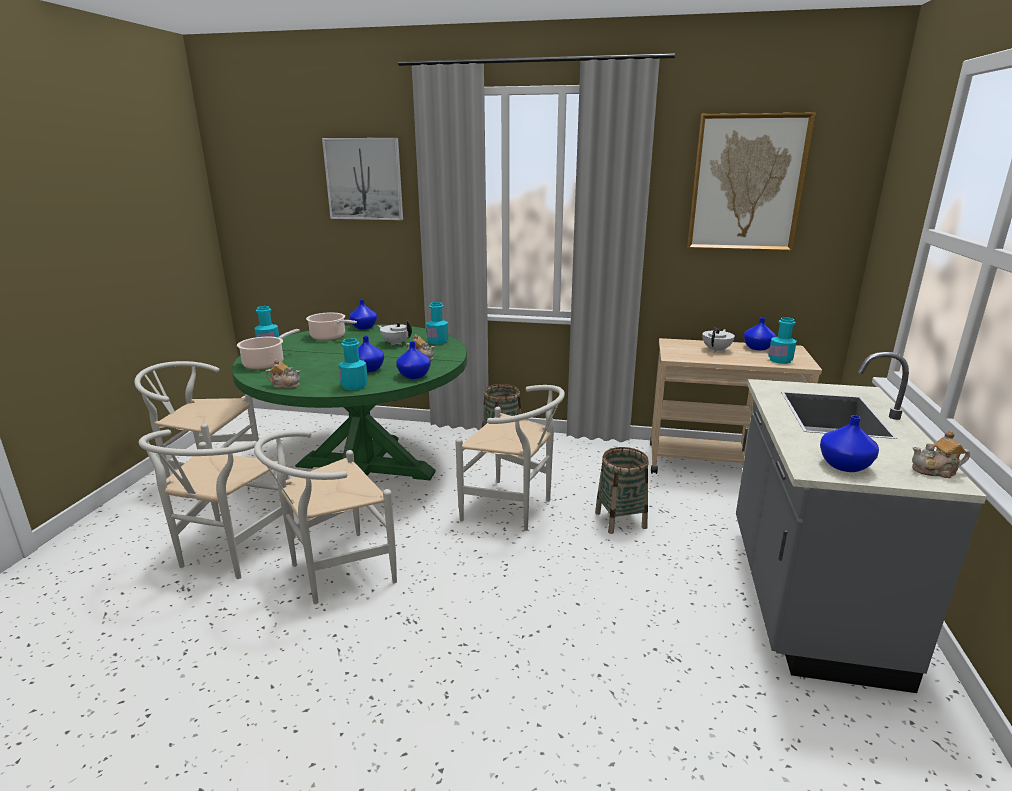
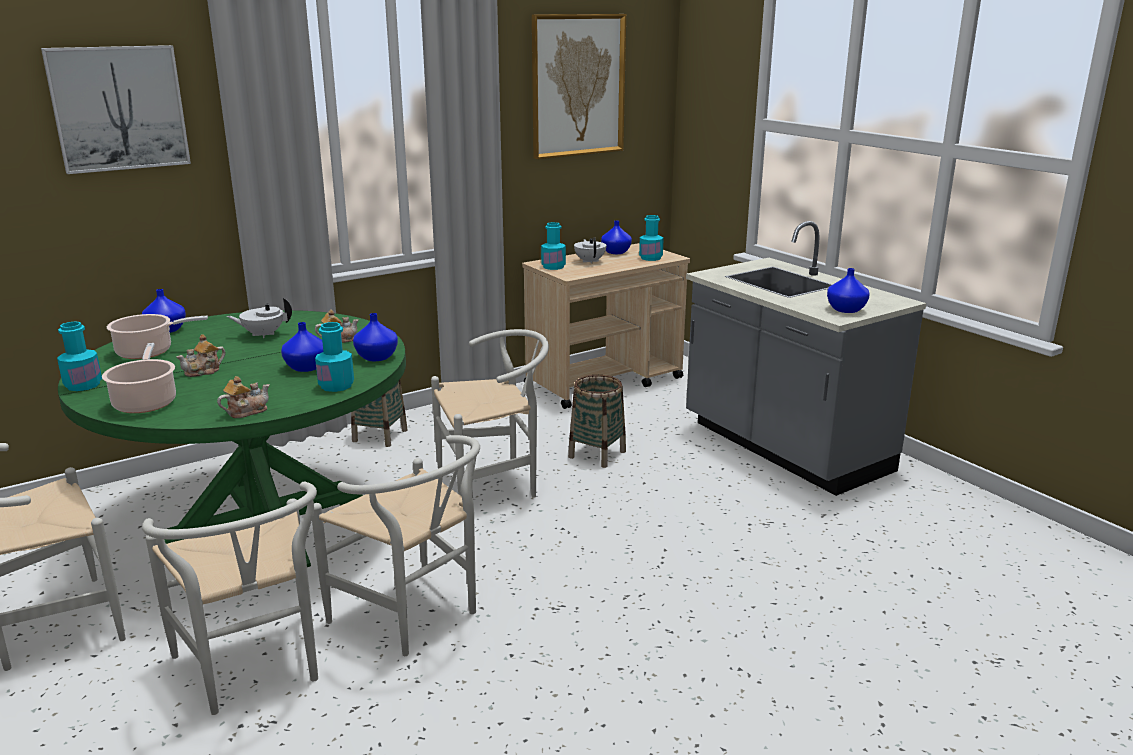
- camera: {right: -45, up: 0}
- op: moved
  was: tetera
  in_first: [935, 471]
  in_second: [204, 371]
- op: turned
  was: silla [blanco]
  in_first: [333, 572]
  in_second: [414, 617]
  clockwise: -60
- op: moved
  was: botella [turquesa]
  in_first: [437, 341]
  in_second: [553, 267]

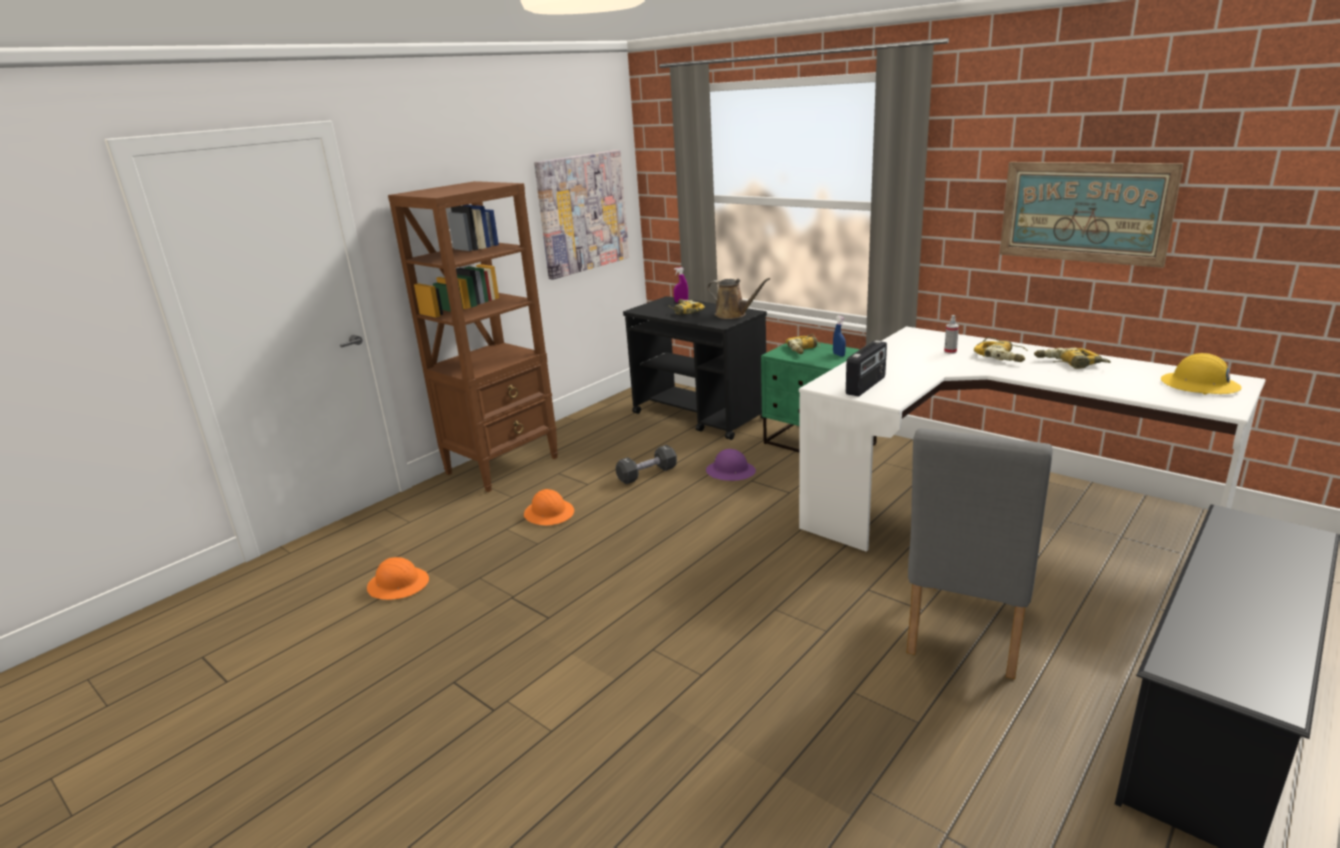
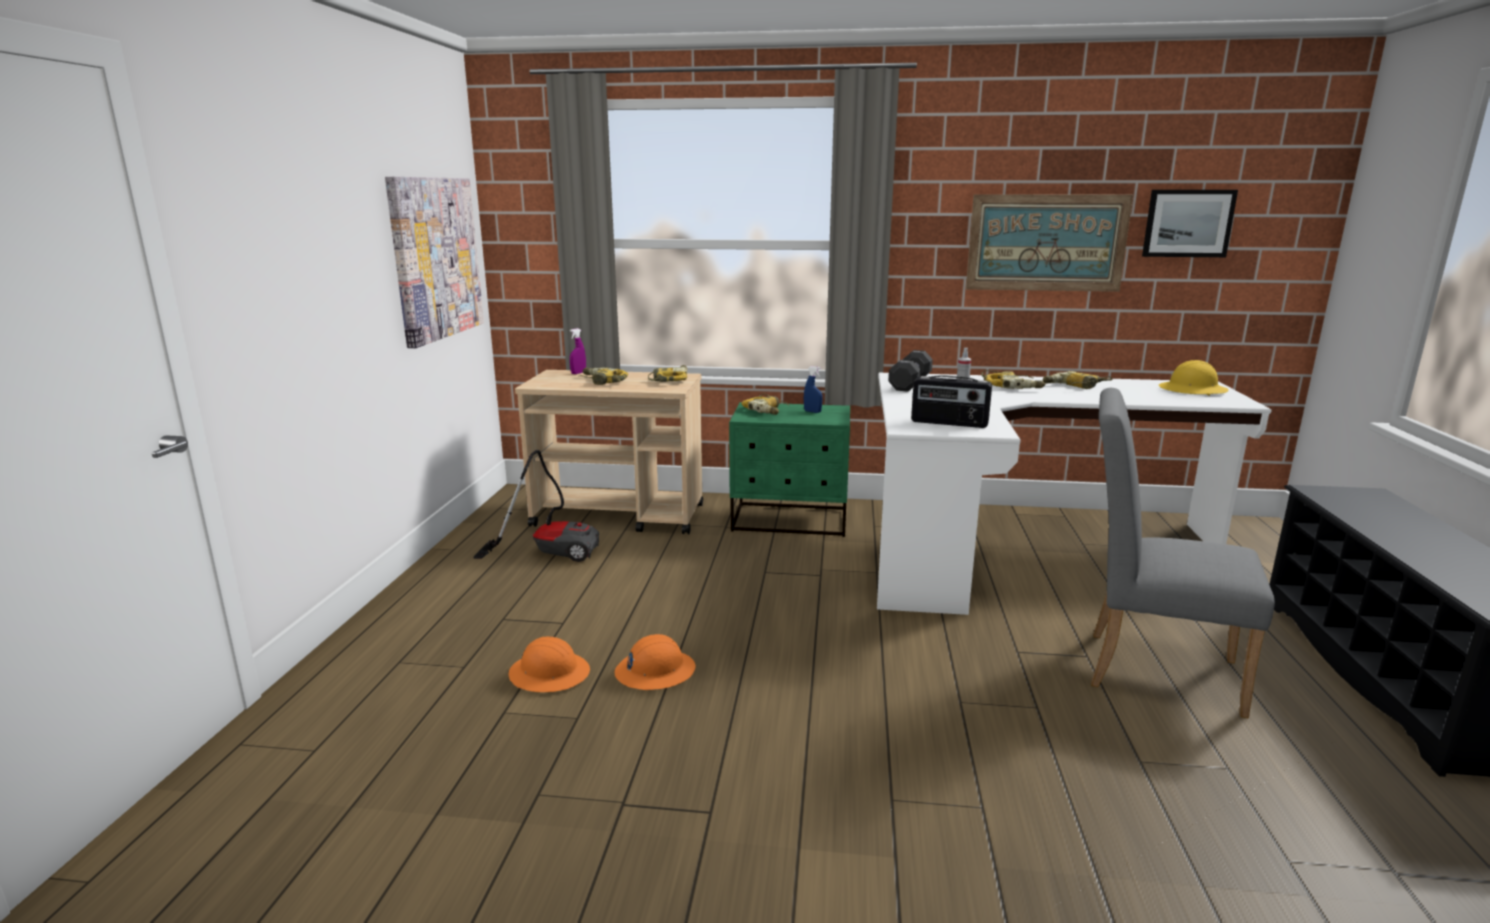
- camera: {right: -35, up: -5}
- op: added
  now: aspiradora
  in_second: [551, 551]
- op: recoloured
  was: carrito [negro]
  now: carrito [beis]
  in_first: [700, 416]
  in_second: [620, 516]
- op: moved
  was: casco [naranja]
  in_first: [398, 585]
  in_second: [655, 671]
- op: replaced
  was: regadera [marrón]
  now: taladro
  in_first: [733, 315]
  in_second: [669, 379]
- op: moved
  was: mancuerna [negro]
  in_first: [647, 474]
  in_second: [910, 383]
- op: turned
  was: radio
  in_first: [866, 386]
  in_second: [949, 423]
  clockwise: 105
- op: turned
  was: silla [gris]
  in_first: [964, 635]
  in_second: [1148, 668]
  clockwise: 120
- op: added
  now: cuadro
  in_second: [1188, 223]
- op: removed
  was: estantería [marrón]
  in_first: [503, 465]
- op: removed
  was: casco [morado]
  in_first: [730, 471]

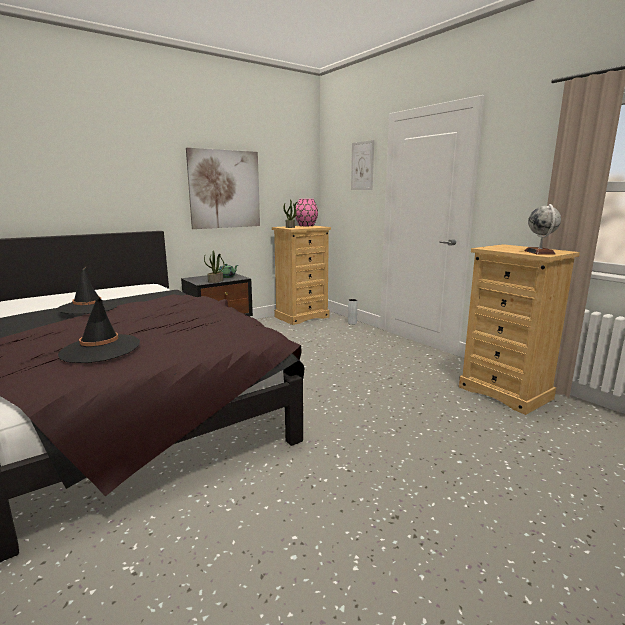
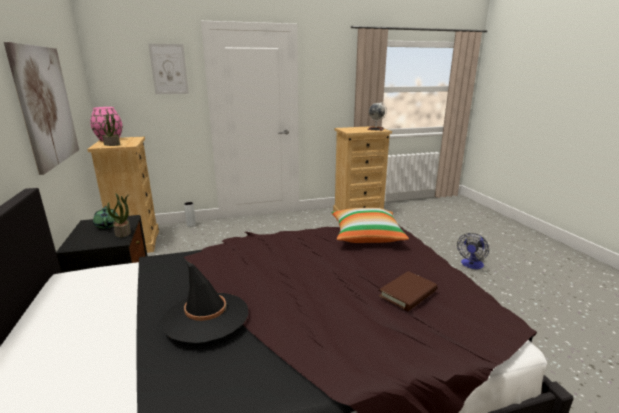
- camera: {right: -70, up: 5}
- op: added
  now: cojín
  in_second: [366, 236]
- op: replaced
  was: sombrero [negro]
  now: libro [marrón]
  in_first: [100, 349]
  in_second: [408, 293]
- op: added
  now: ventilador
  in_second: [471, 265]

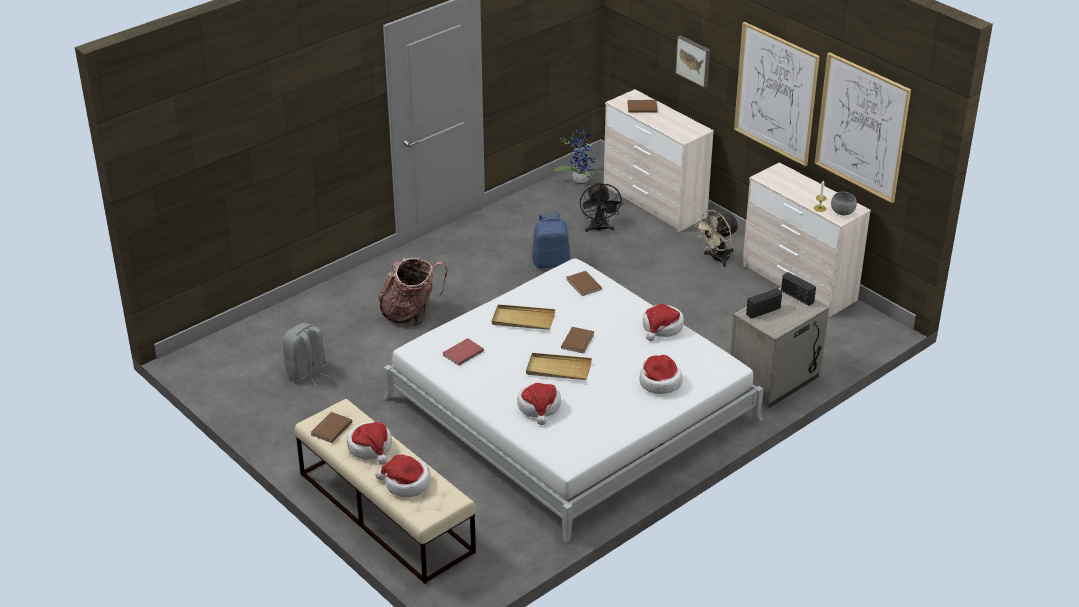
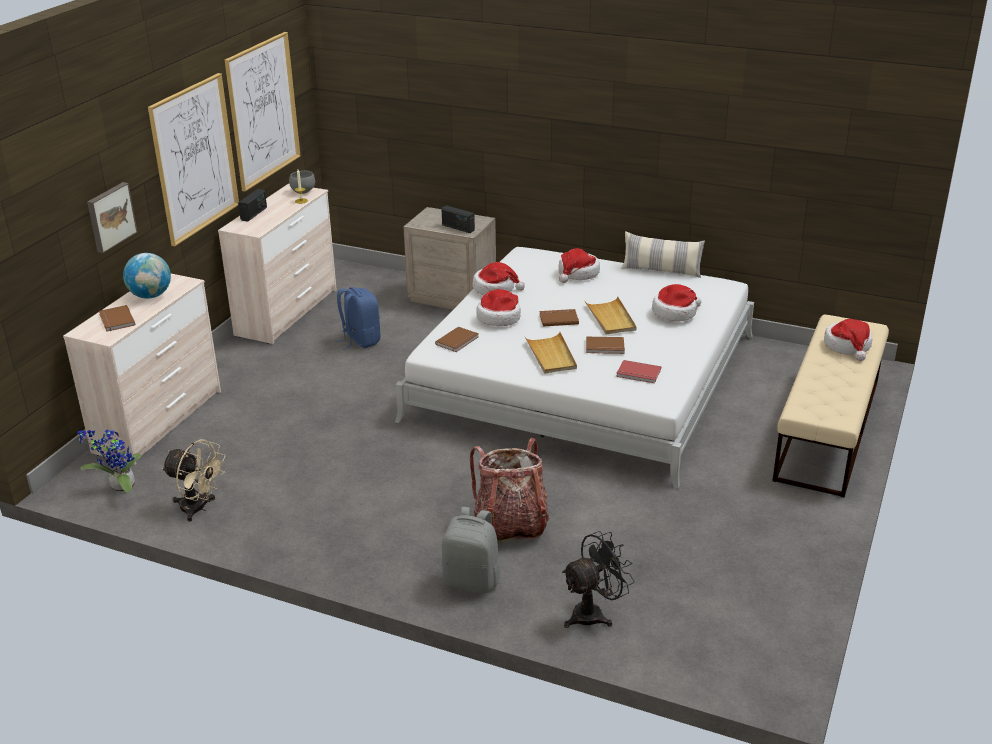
- camera: {right: -115, up: -5}
- op: added
  now: globo terráqueo
  in_second: [150, 296]
- op: moved
  was: ventilador [beis]
  in_first: [716, 259]
  in_second: [199, 509]
- op: moved
  was: radio
  in_first: [797, 296]
  in_second: [254, 214]
- op: moved
  was: mochila [azul]
  in_first: [551, 262]
  in_second: [360, 340]
- op: moved
  was: mochila [gris]
  in_first: [307, 373]
  in_second: [472, 580]
- op: moved
  was: sombrero
  in_first: [370, 447]
  in_second: [499, 317]
- op: moved
  was: ventilador [negro]
  in_first: [599, 229]
  in_second: [594, 613]
- op: moved
  was: libro [marrón]
  in_first: [330, 428]
  in_second: [605, 347]
- op: added
  now: cojín
  in_second: [661, 271]

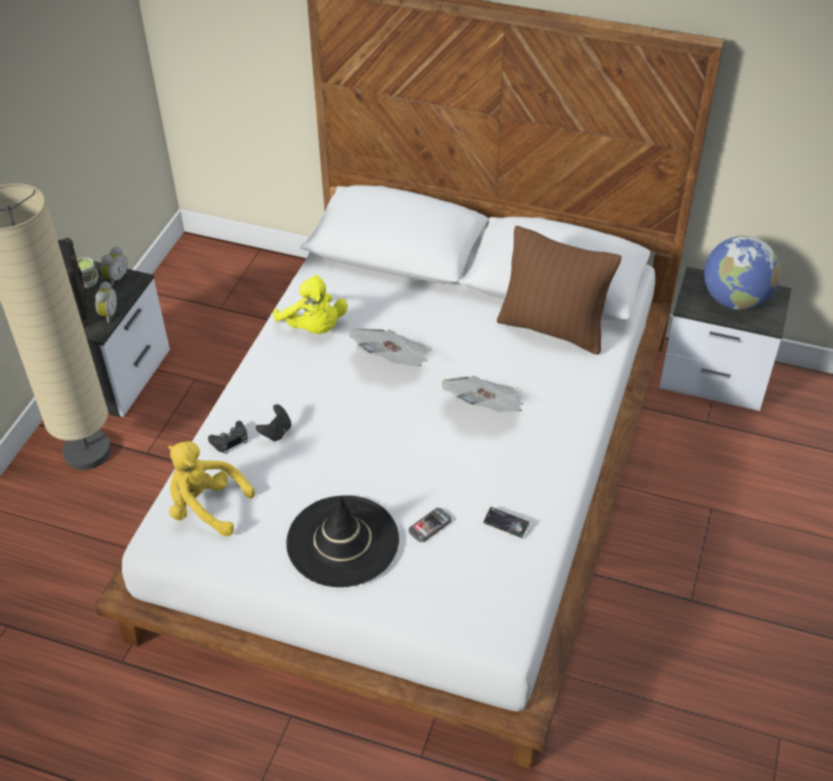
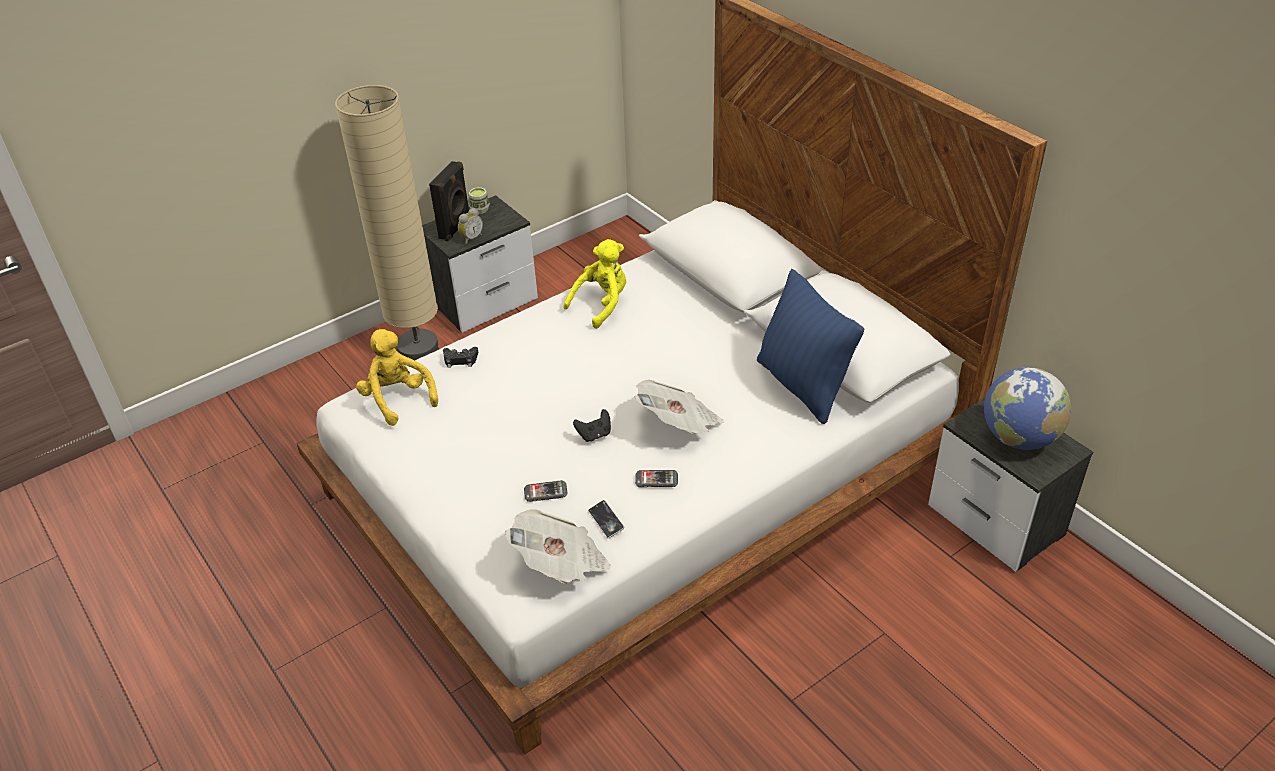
- camera: {right: 35, up: -5}
- op: moved
  was: periódico
  in_first: [394, 361]
  in_second: [561, 564]
- op: turned
  was: peluche [amarillo]
  in_first: [314, 328]
  in_second: [602, 304]
  clockwise: -135
- op: moved
  was: mando de consola [negro]
  in_first: [276, 432]
  in_second: [594, 435]
- op: added
  now: móvil
  in_second: [656, 480]
- op: recoloured
  was: cojín [marrón]
  now: cojín [azul]
  in_first: [552, 329]
  in_second: [802, 386]
- op: removed
  was: despertador
  in_first: [116, 278]
- op: removed
  was: sombrero [negro]
  in_first: [342, 541]

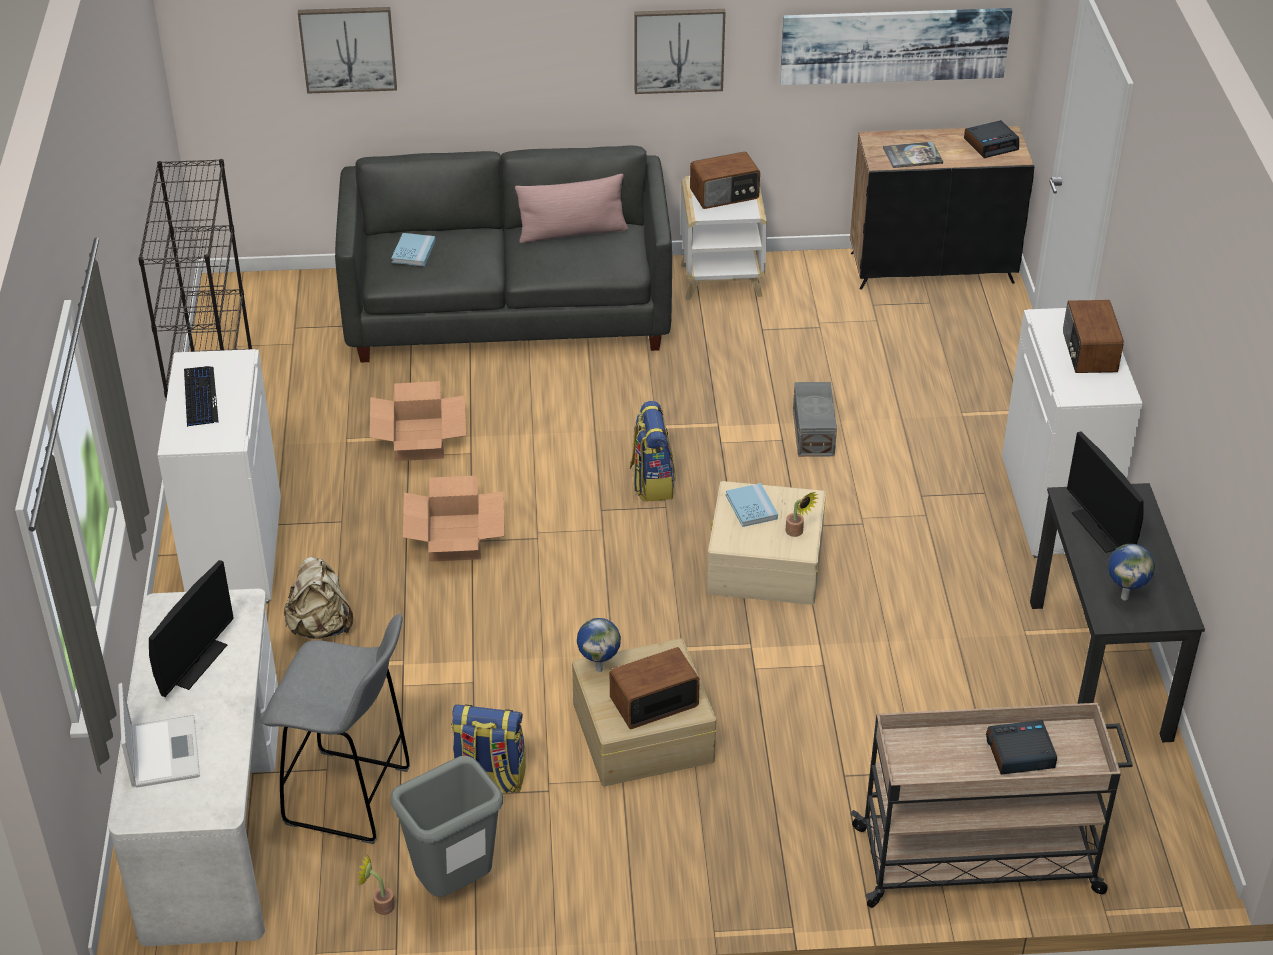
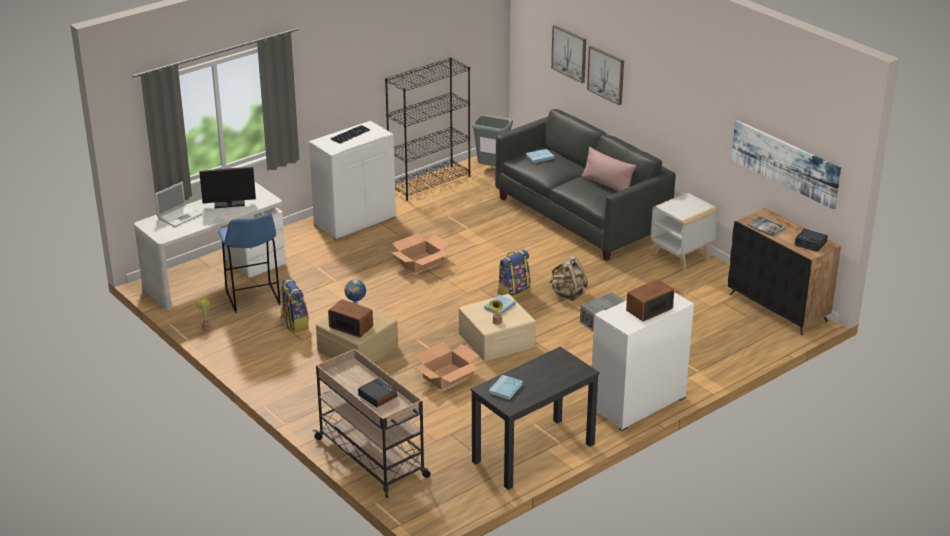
- camera: {right: 55, up: -10}
- op: recoloured
  was: taburete [gris]
  now: taburete [azul]
  in_first: [352, 797]
  in_second: [253, 299]
- op: moved
  was: caja de cartón
  in_first: [419, 439]
  in_second: [446, 376]
- op: moved
  was: papelera [gris]
  in_first: [454, 886]
  in_second: [491, 170]
- op: replaced
  was: globo terráqueo
  now: libro [azul]
  in_first: [1124, 597]
  in_second: [505, 389]
- op: moved
  was: mochila [beis]
  in_first: [320, 627]
  in_second: [567, 294]
- op: moved
  was: cuadro
  in_first: [679, 50]
  in_second: [606, 74]
- op: removed
  was: radio
  in_first: [725, 195]
- op: removed
  was: monitor
  in_first: [1100, 529]

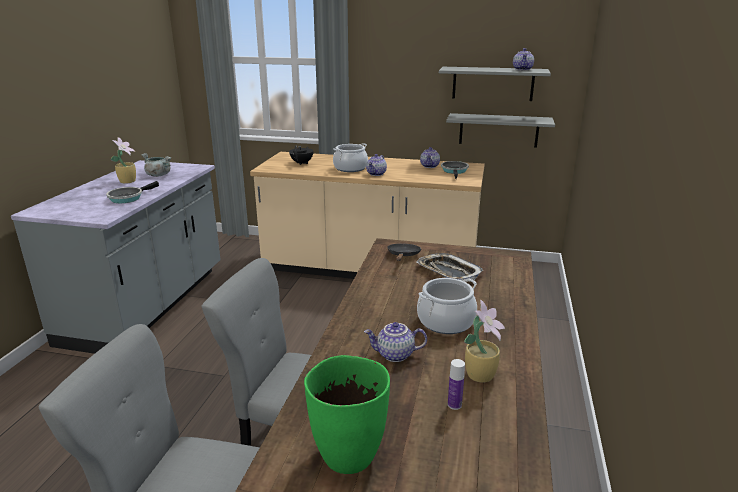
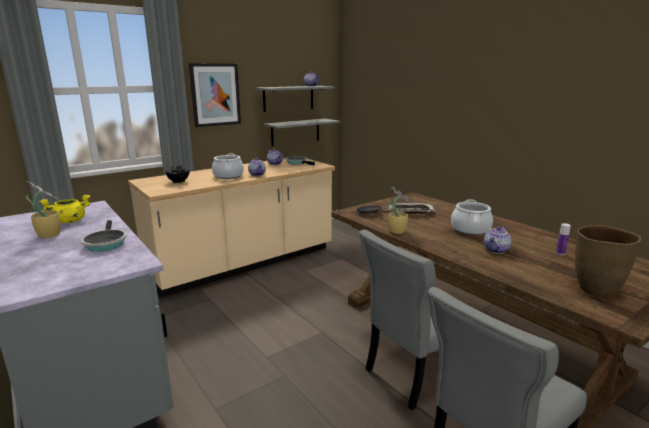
- camera: {right: -50, up: -5}
- op: recoloured
  was: olla [gris]
  now: olla [amarillo]
  in_first: [158, 175]
  in_second: [69, 221]
- op: added
  now: cuadro
  in_second: [215, 95]
- op: moved
  was: planta en maceta
  in_first: [481, 374]
  in_second: [397, 231]
- op: recoloured
  was: florero [verde]
  now: florero [marrón]
  in_first: [348, 455]
  in_second: [595, 289]

